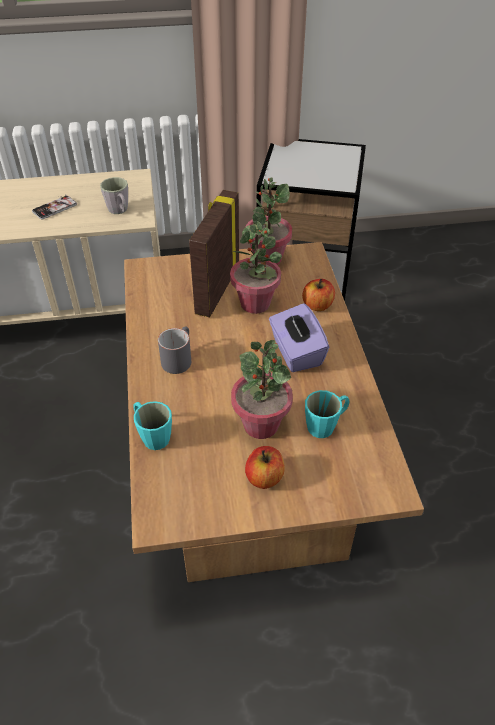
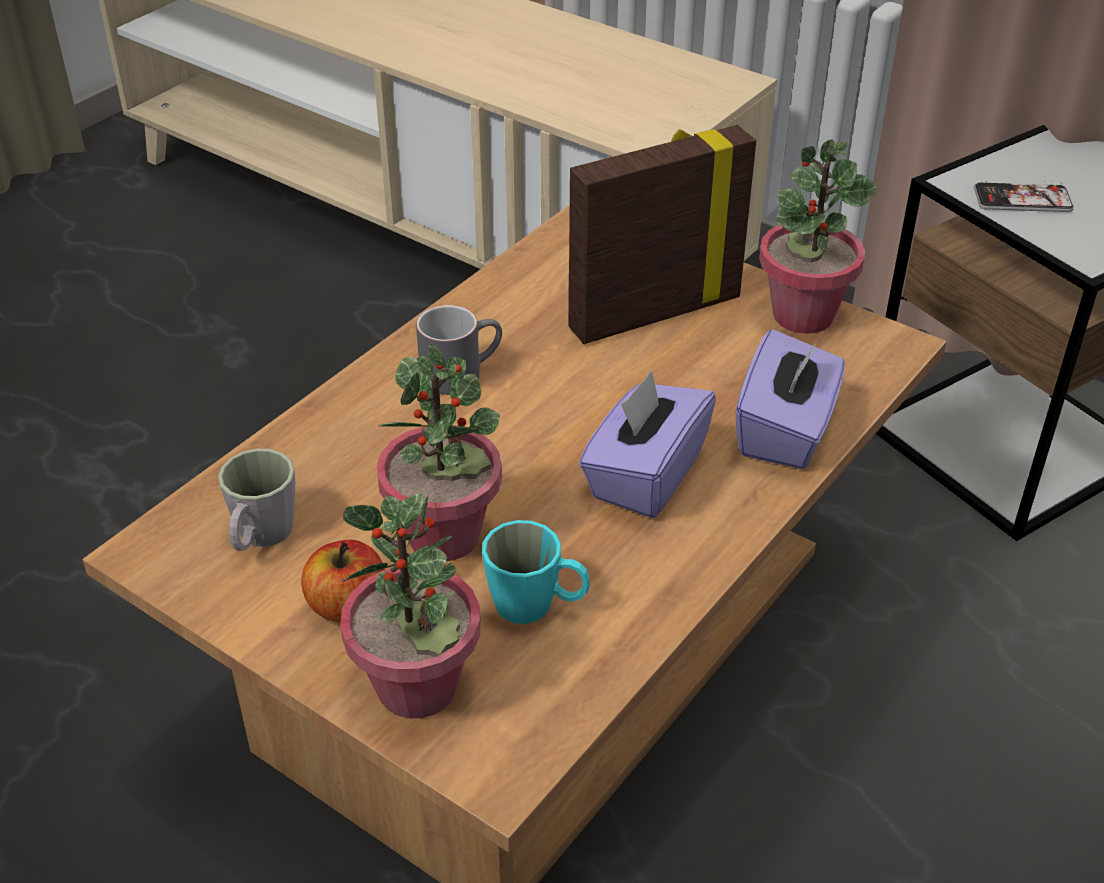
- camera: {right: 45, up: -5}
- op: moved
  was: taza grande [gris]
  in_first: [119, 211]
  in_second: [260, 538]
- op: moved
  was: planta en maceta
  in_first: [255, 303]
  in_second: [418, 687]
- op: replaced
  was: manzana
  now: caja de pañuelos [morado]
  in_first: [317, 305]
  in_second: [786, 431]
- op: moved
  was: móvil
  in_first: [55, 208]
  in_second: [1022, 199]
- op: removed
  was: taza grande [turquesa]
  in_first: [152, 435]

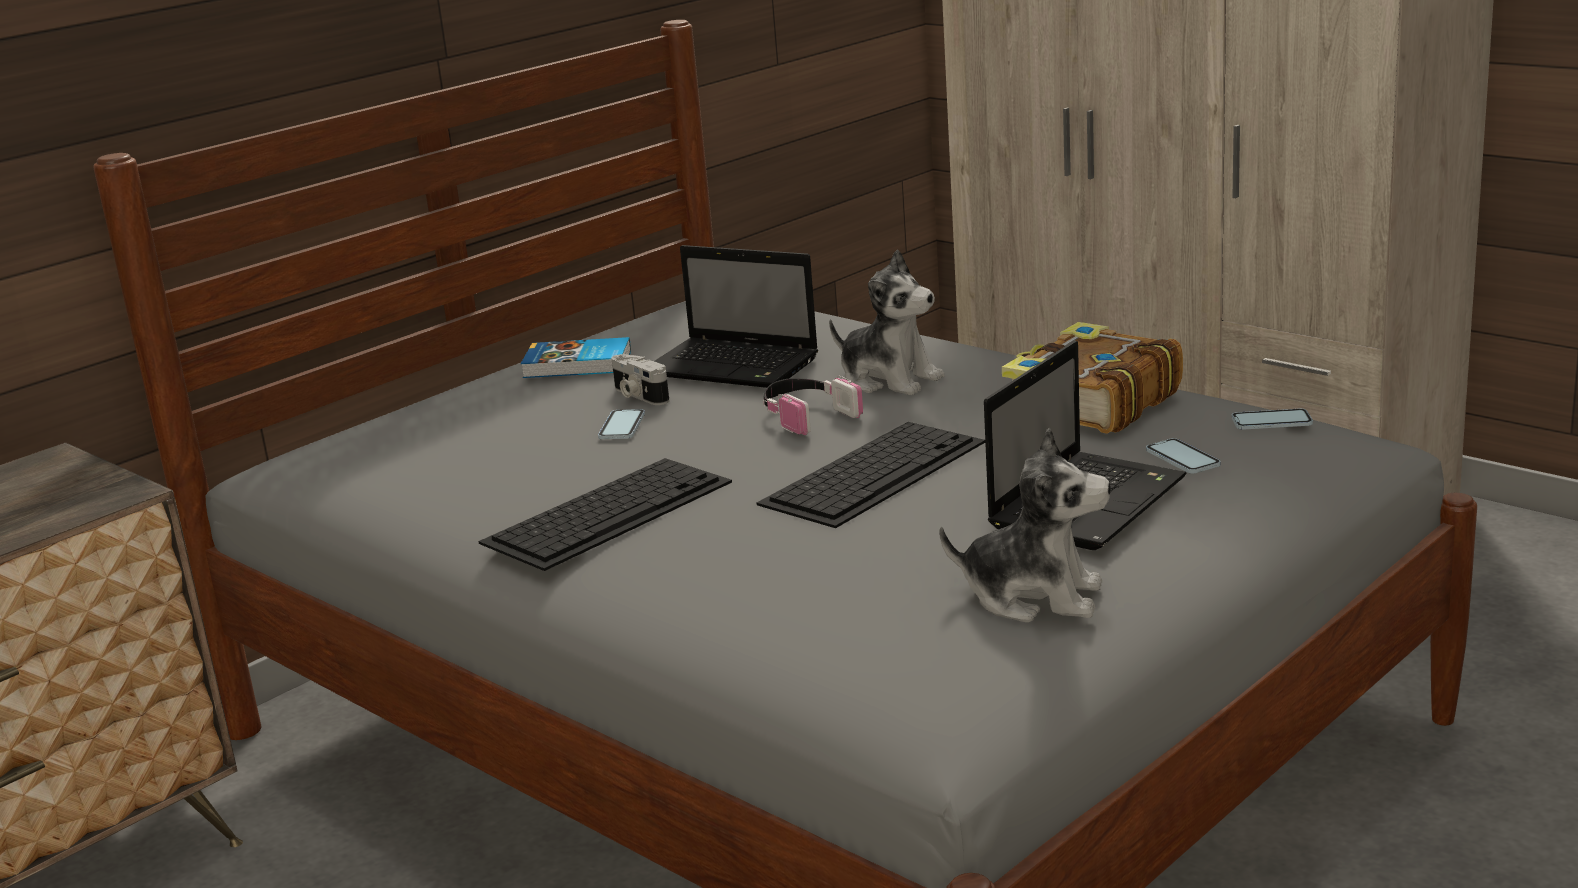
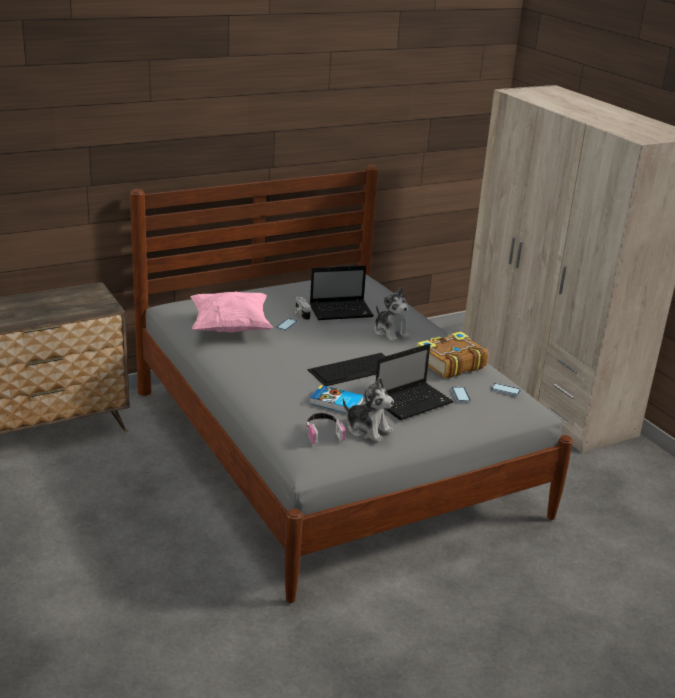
- camera: {right: 15, up: 5}
- op: added
  now: cojín [rosa]
  in_second: [230, 328]
- op: moved
  was: auriculares
  in_first: [806, 416]
  in_second: [323, 433]
- op: turned
  was: portátil
  in_first: [735, 366]
  in_second: [342, 311]
  clockwise: -60
- op: moved
  was: libro
  in_first: [578, 365]
  in_second: [336, 403]
- op: removed
  was: teclado
  in_first: [609, 511]

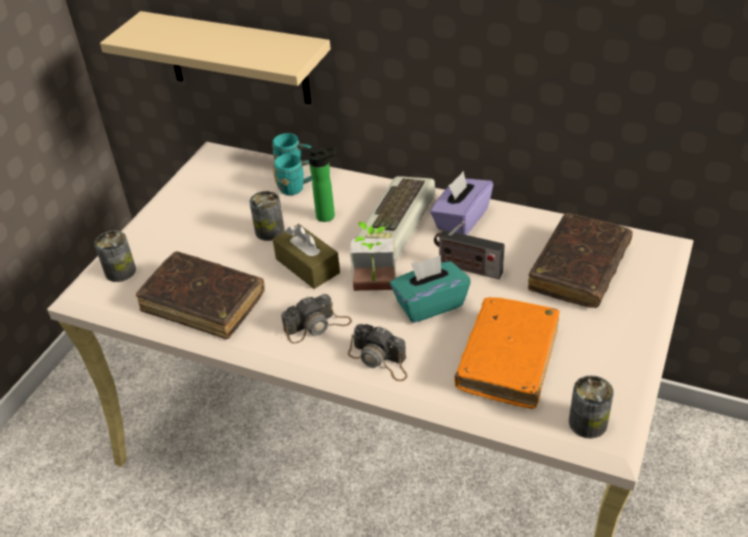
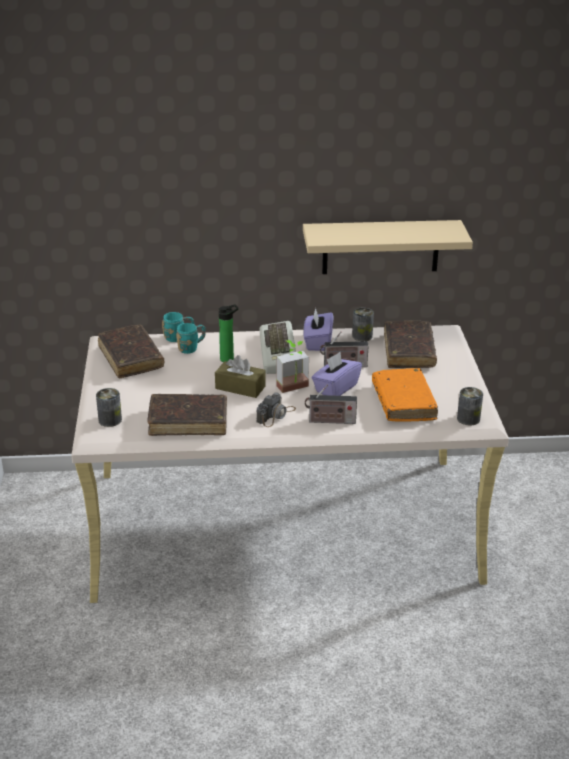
- camera: {right: -30, up: -10}
- op: added
  now: libro [marrón]
  in_second: [131, 358]
- op: moved
  was: estante [beis]
  in_first: [237, 58]
  in_second: [380, 247]
- op: replaced
  was: cámara
  now: radio
  in_first: [380, 360]
  in_second: [330, 421]
- op: recoloured
  was: caja de pañuelos [turquesa]
  now: caja de pañuelos [morado]
  in_first: [429, 304]
  in_second: [335, 388]
- op: moved
  was: lata
  in_first: [269, 231]
  in_second: [362, 336]

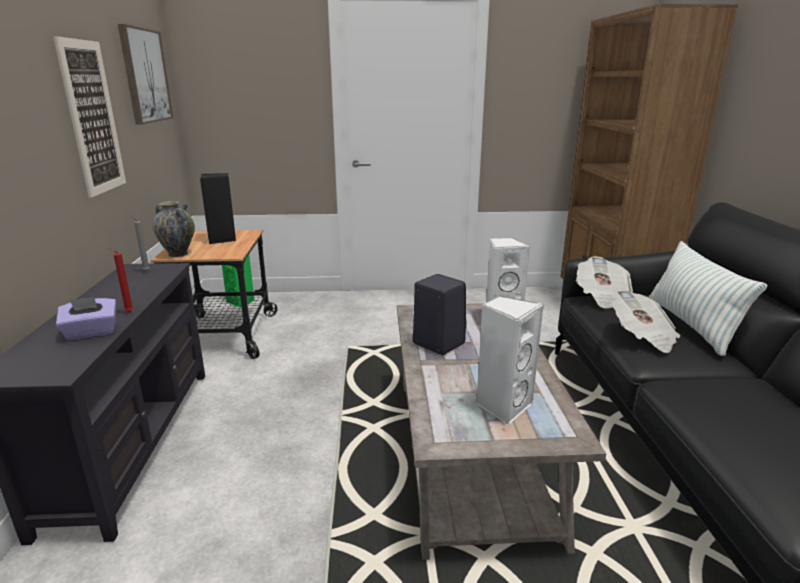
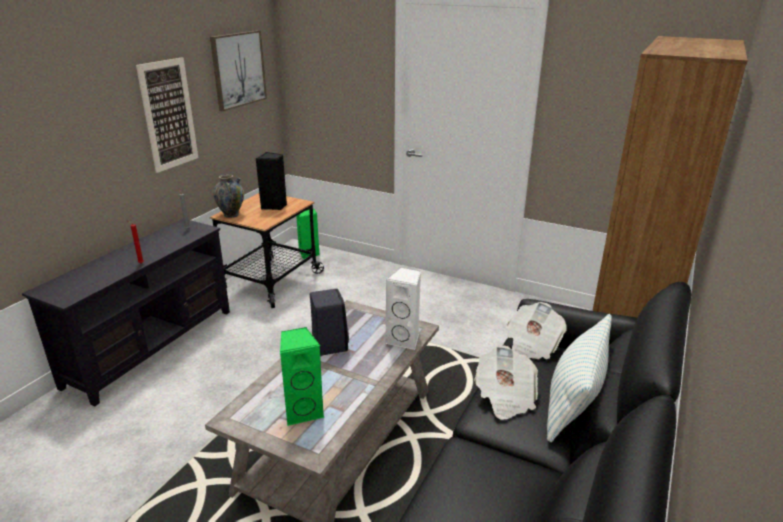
- camera: {right: 30, up: 5}
- op: recoloured
  was: altavoz [blanco]
  now: altavoz [verde]
  in_first: [502, 406]
  in_second: [303, 411]
- op: removed
  was: caja de pañuelos [morado]
  in_first: [91, 332]

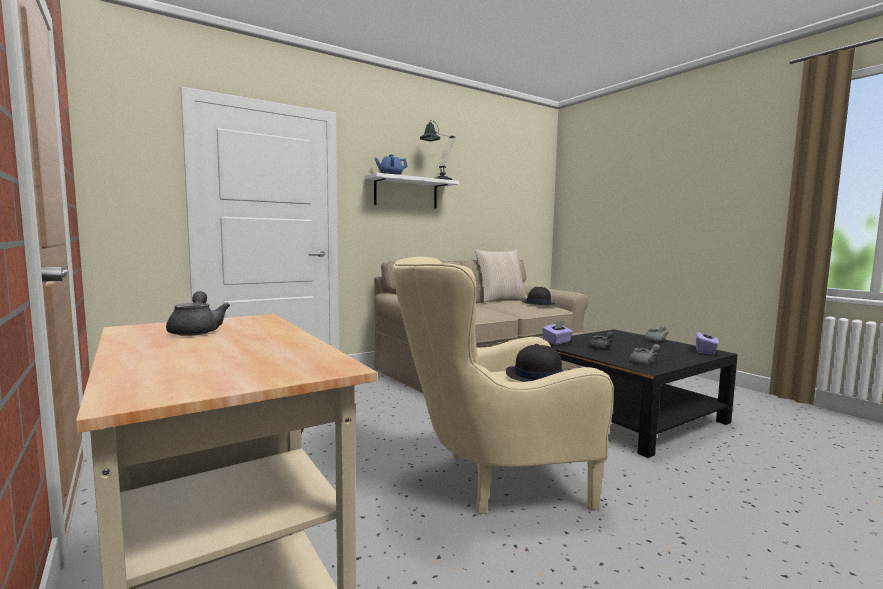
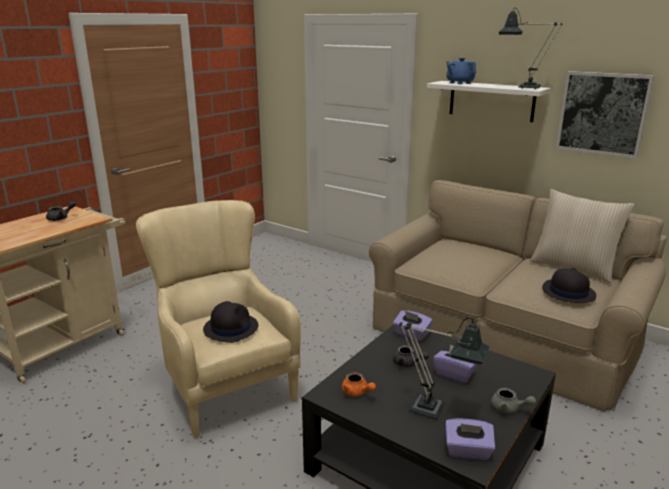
- camera: {right: 70, up: 15}
- op: recoloured
  was: tetera [gris]
  now: tetera [naranja]
  in_first: [644, 362]
  in_second: [357, 392]
- op: added
  now: lámpara de mesa
  in_second: [435, 410]
- op: added
  now: caja de pañuelos [morado]
  in_second: [454, 374]
- op: added
  now: cuadro
  in_second: [602, 113]

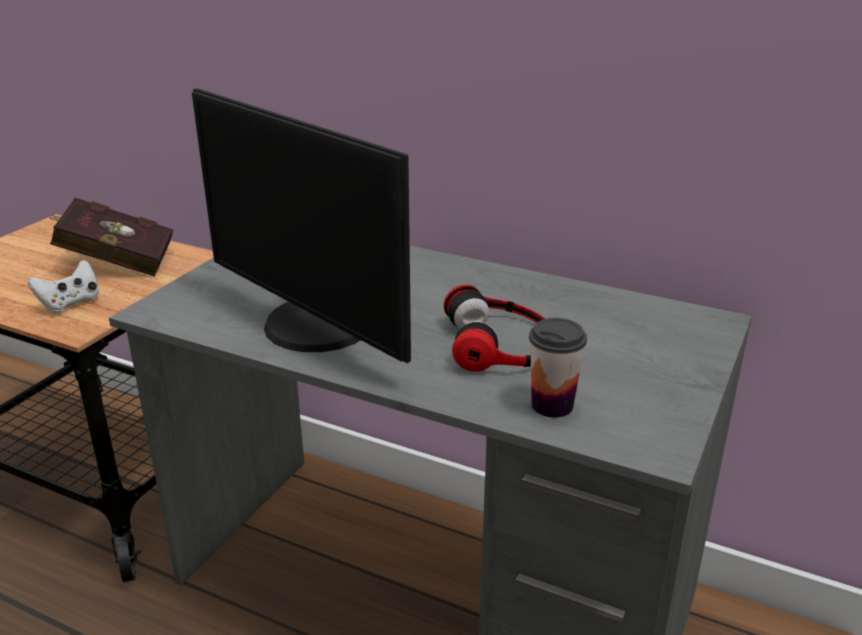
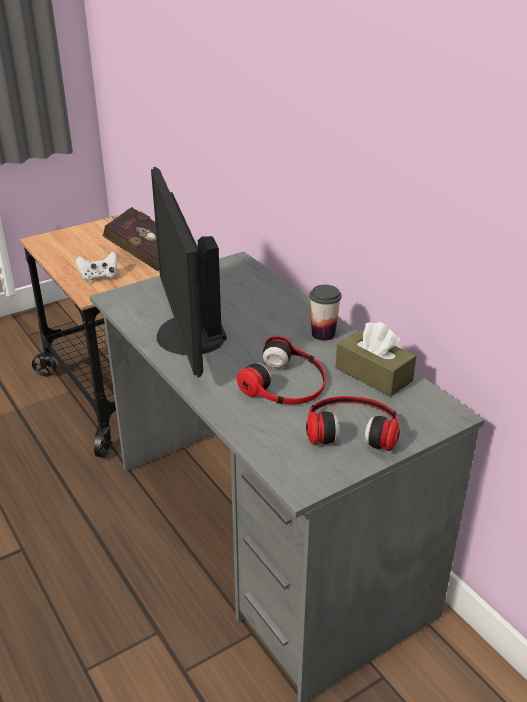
- camera: {right: 30, up: 5}
- op: added
  now: auriculares
  in_second: [352, 427]
- op: moved
  was: taza
  in_first: [552, 405]
  in_second: [323, 334]
- op: added
  now: caja de pañuelos [marrón]
  in_second: [373, 374]

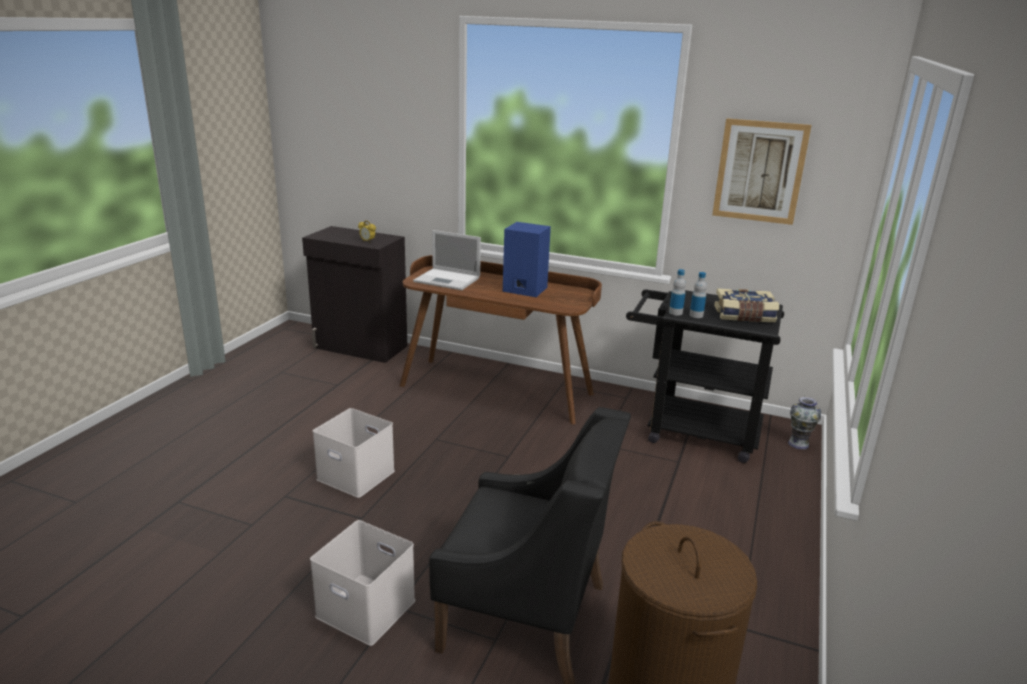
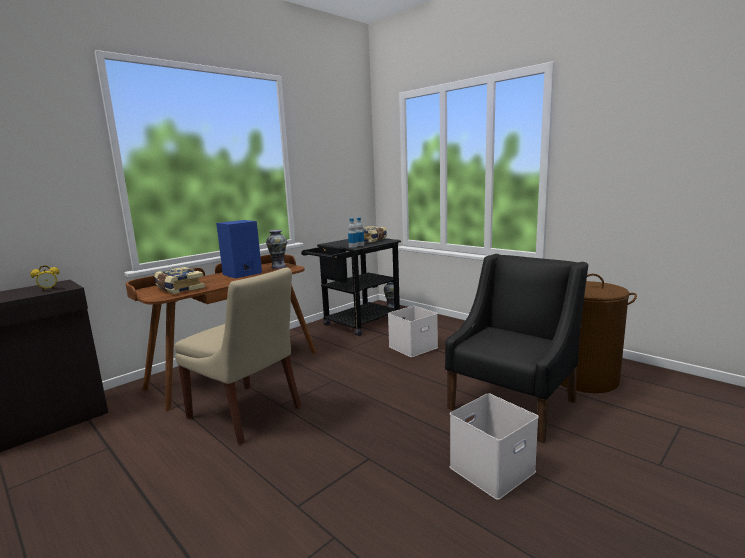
- camera: {right: -65, up: -10}
- op: replaced
  was: portátil
  now: libro
  in_first: [448, 280]
  in_second: [179, 288]
- op: added
  now: silla [beis]
  in_second: [247, 414]
- op: added
  now: florero
  in_second: [278, 267]
- op: moved
  was: caja de almacenaje [blanco]
  in_first: [358, 475]
  in_second: [413, 346]
- op: removed
  was: cuadro
  in_first: [760, 171]

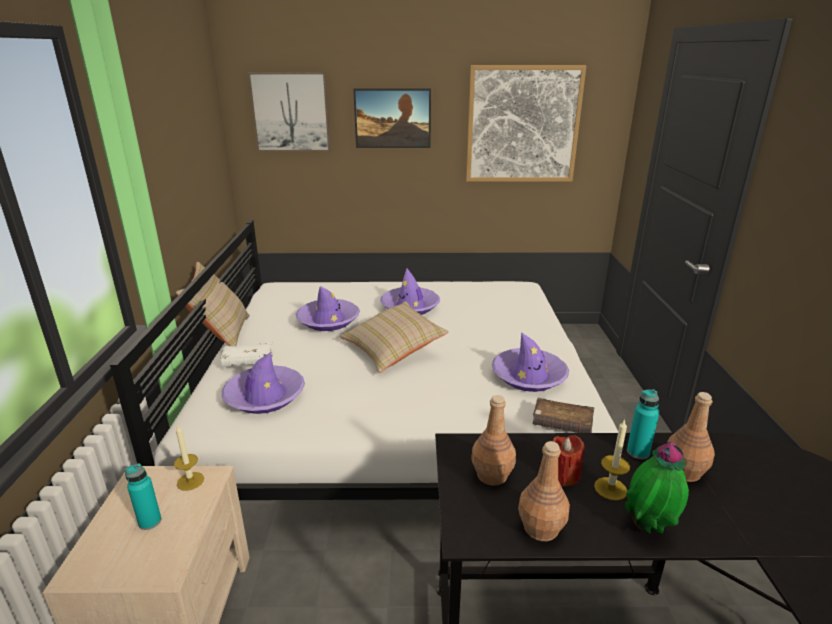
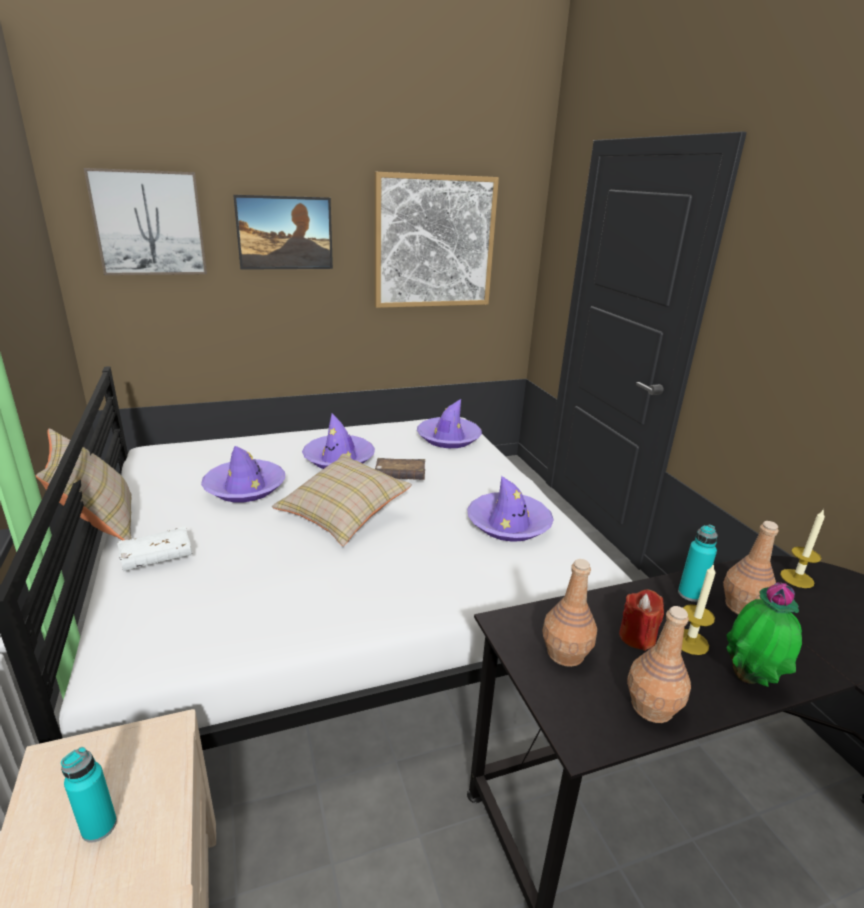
- camera: {right: -20, up: 0}
- op: moved
  was: libro [marrón]
  in_first: [562, 424]
  in_second: [400, 476]
- op: moved
  was: sombrero [morado]
  in_first: [264, 396]
  in_second: [448, 438]
- op: moved
  was: vela
  in_first: [190, 481]
  in_second: [797, 578]

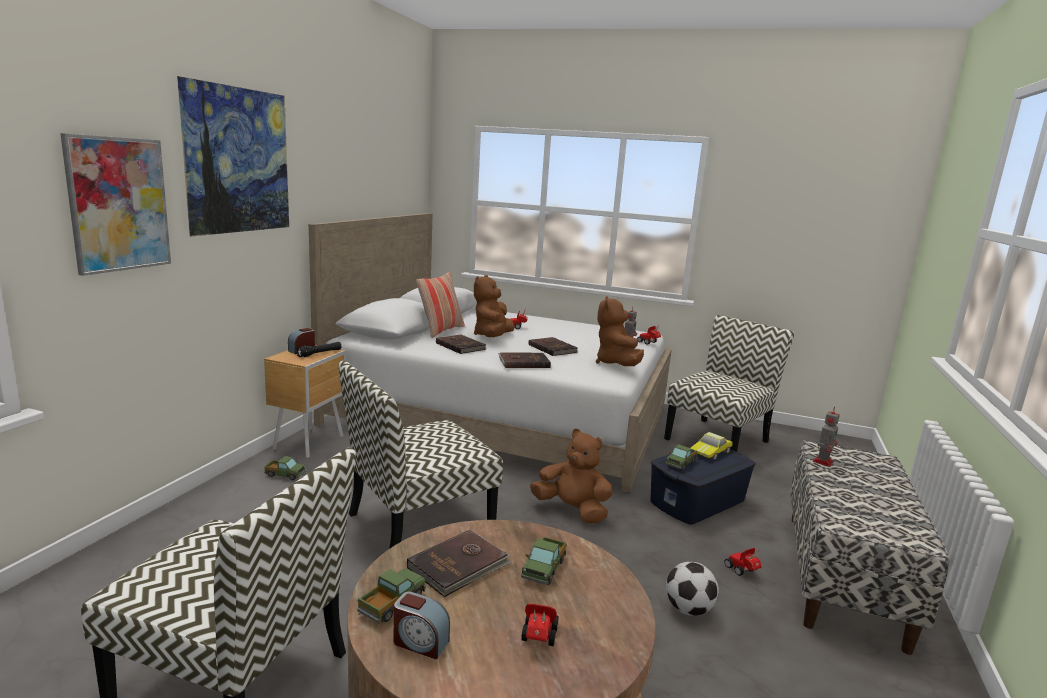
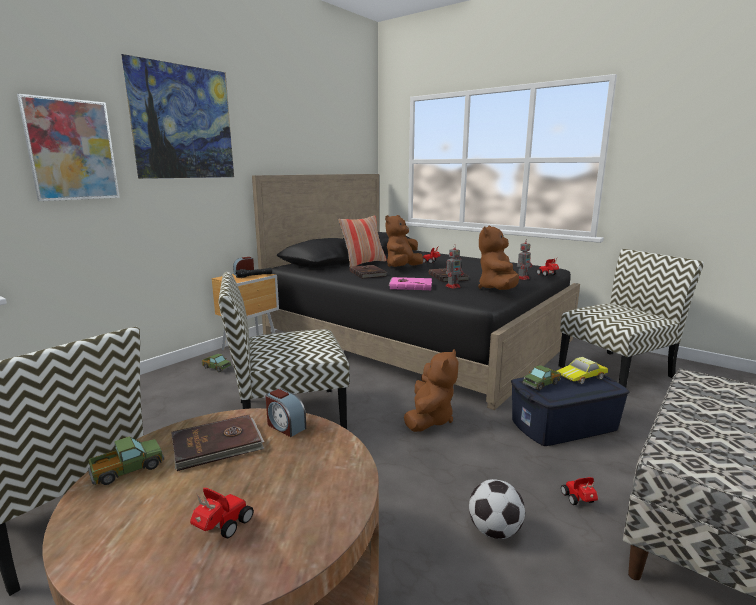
- camera: {right: 20, up: 0}
- op: recoloured
  was: cama [blanco]
  now: cama [negro]
  in_first: [503, 415]
  in_second: [416, 337]
- op: moved
  was: despertador
  in_first: [420, 642]
  in_second: [285, 426]
- op: recoloured
  was: libro [marrón]
  now: libro [rosa]
  in_first: [523, 362]
  in_second: [410, 286]
- op: turned
  was: peluche [marrón]
  in_first: [572, 510]
  in_second: [429, 419]
  clockwise: 60
- op: moved
  was: robot de juguete
  in_first: [823, 461]
  in_second: [453, 286]
- op: removed
  was: camión de juguete
  in_first: [544, 569]

